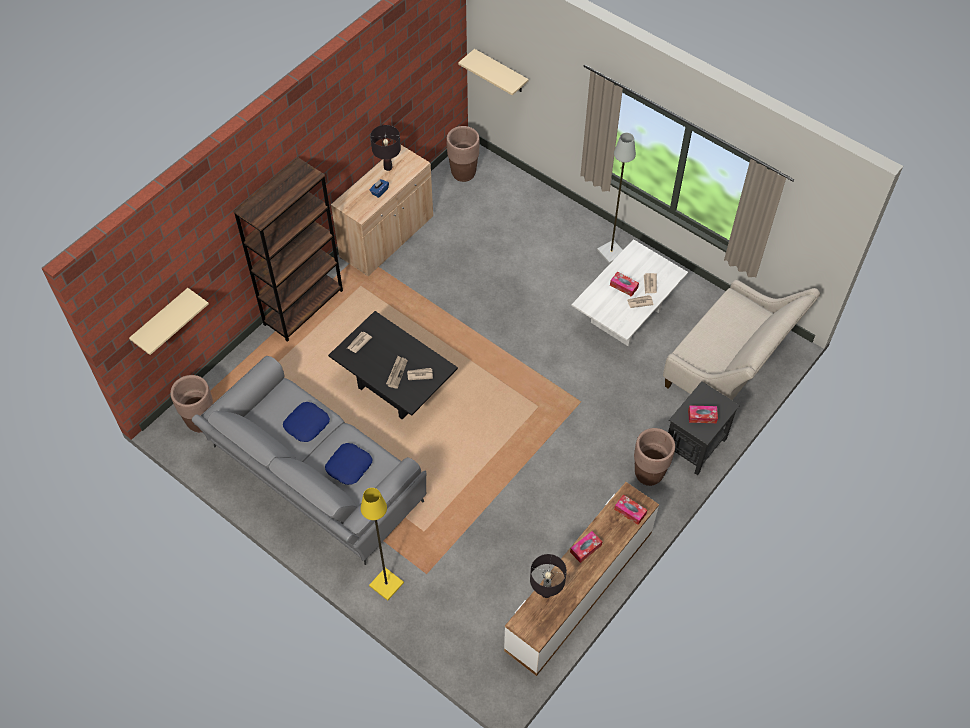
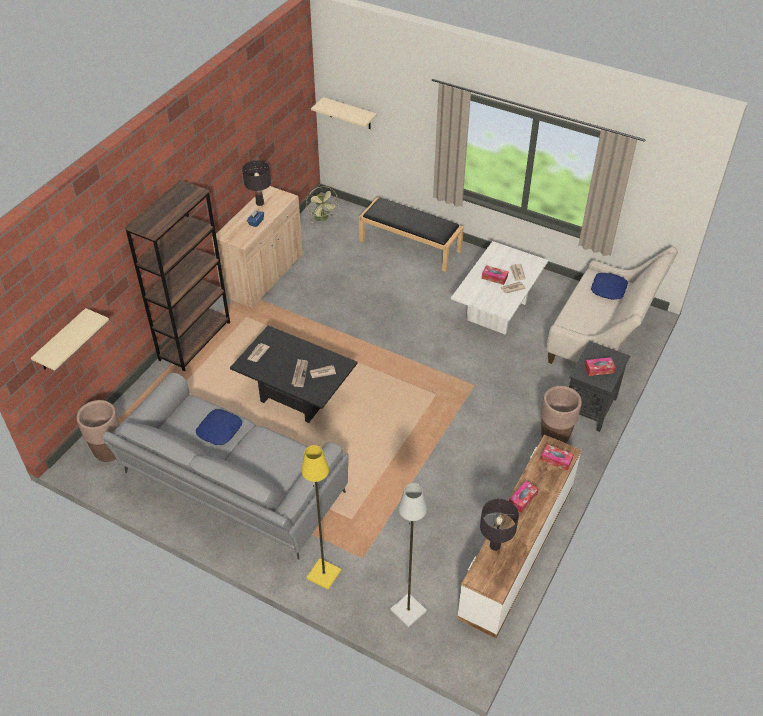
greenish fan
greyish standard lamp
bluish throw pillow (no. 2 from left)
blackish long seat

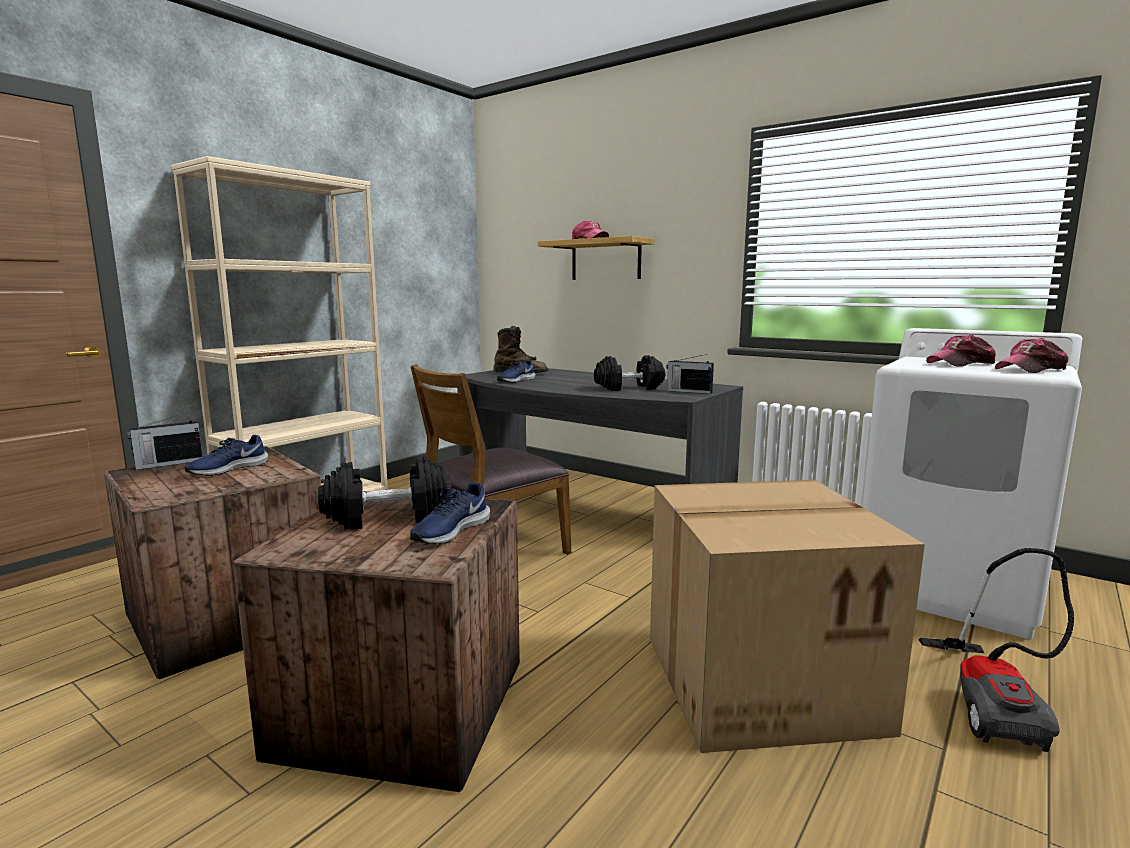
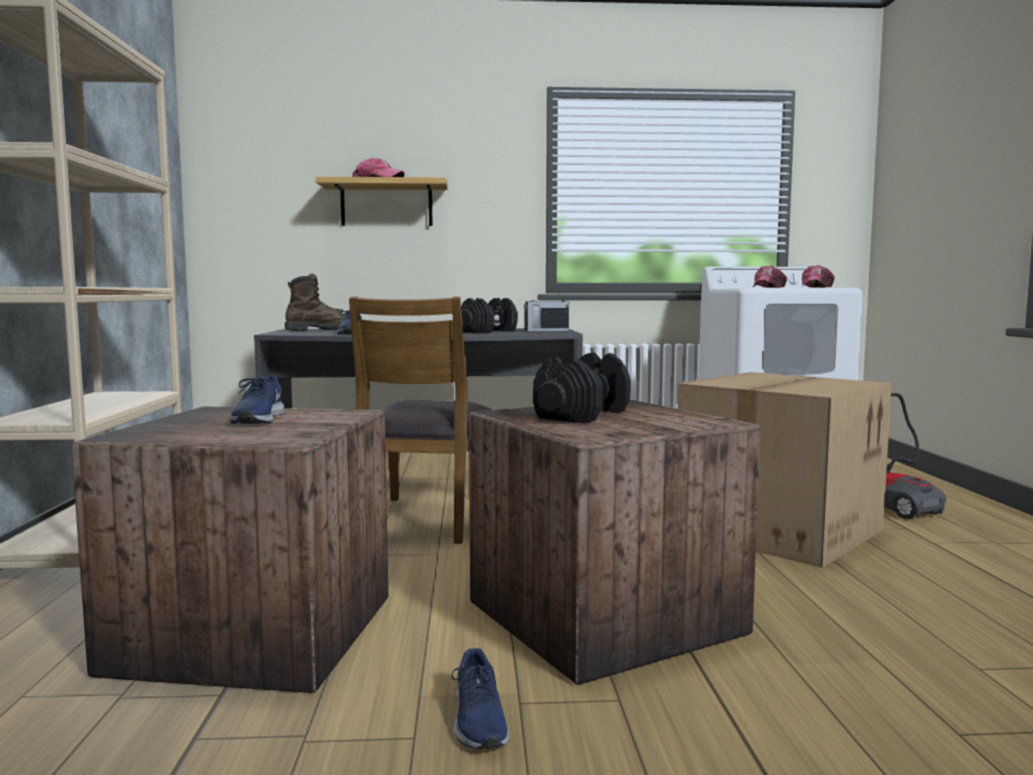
radio (no. 1 from left in the first image)
bluish shoe (no. 3 from left)

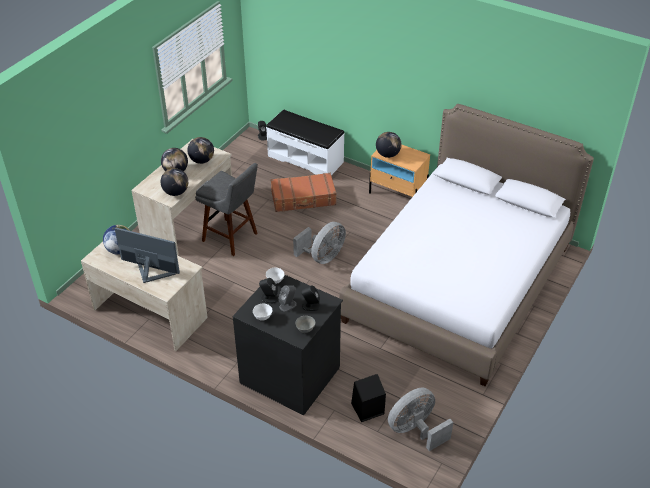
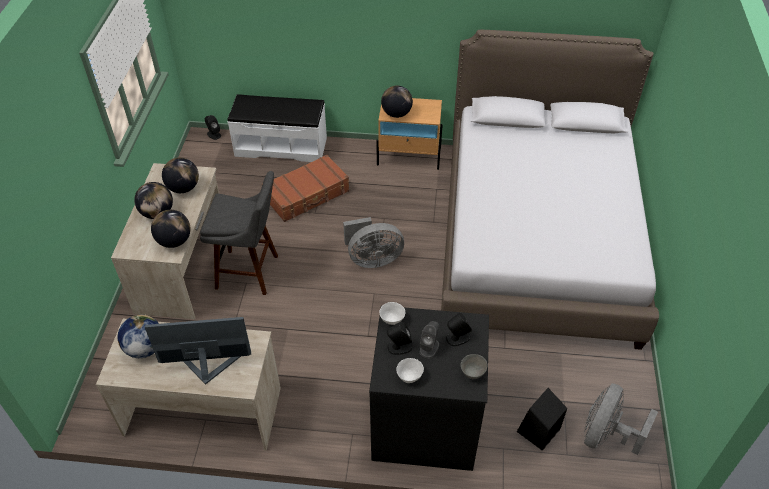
greyish fan (no. 1 from left)

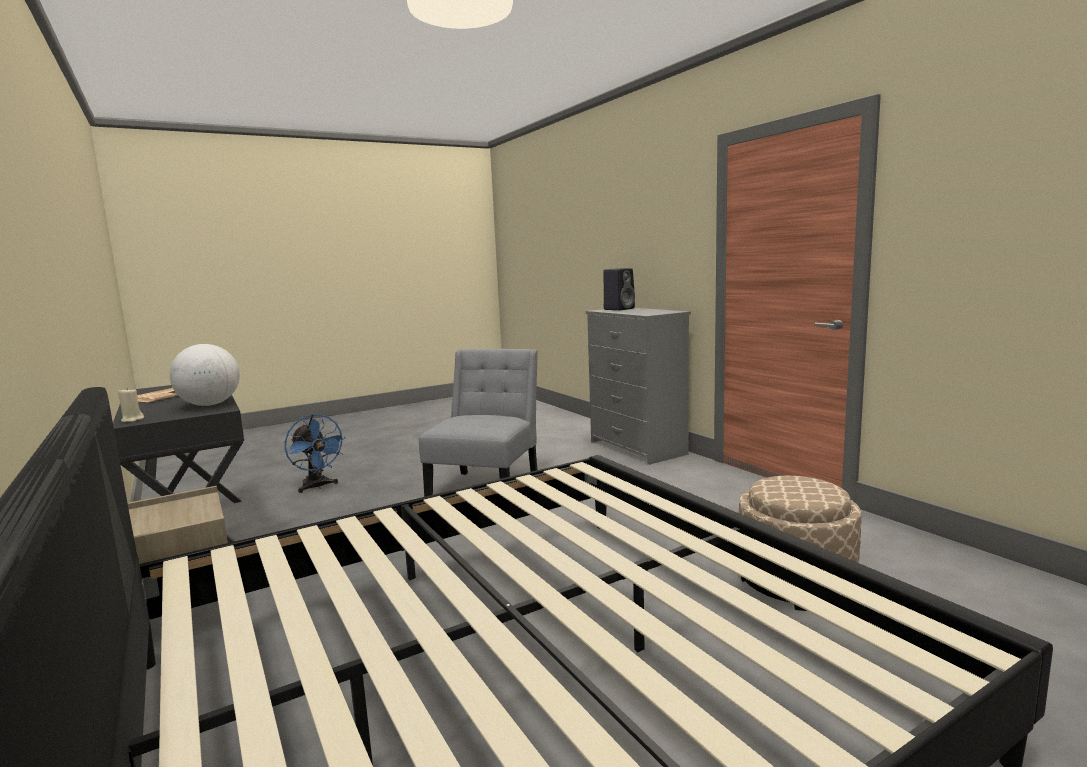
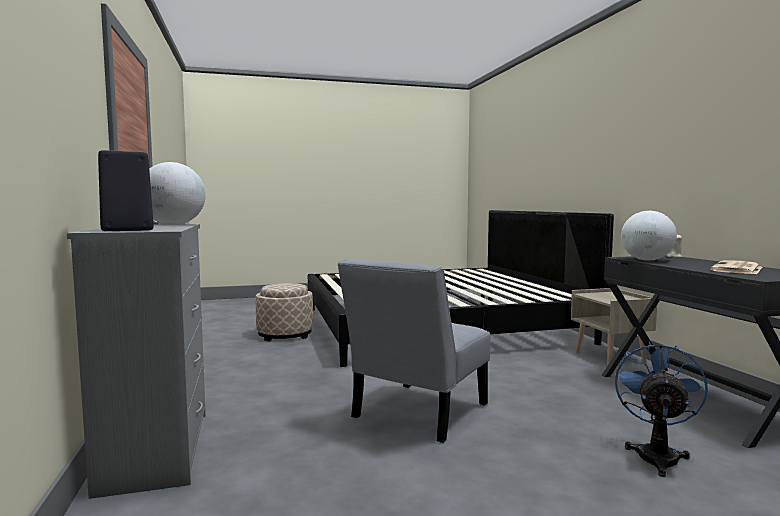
bluish fan
world globe (no. 1 from left)

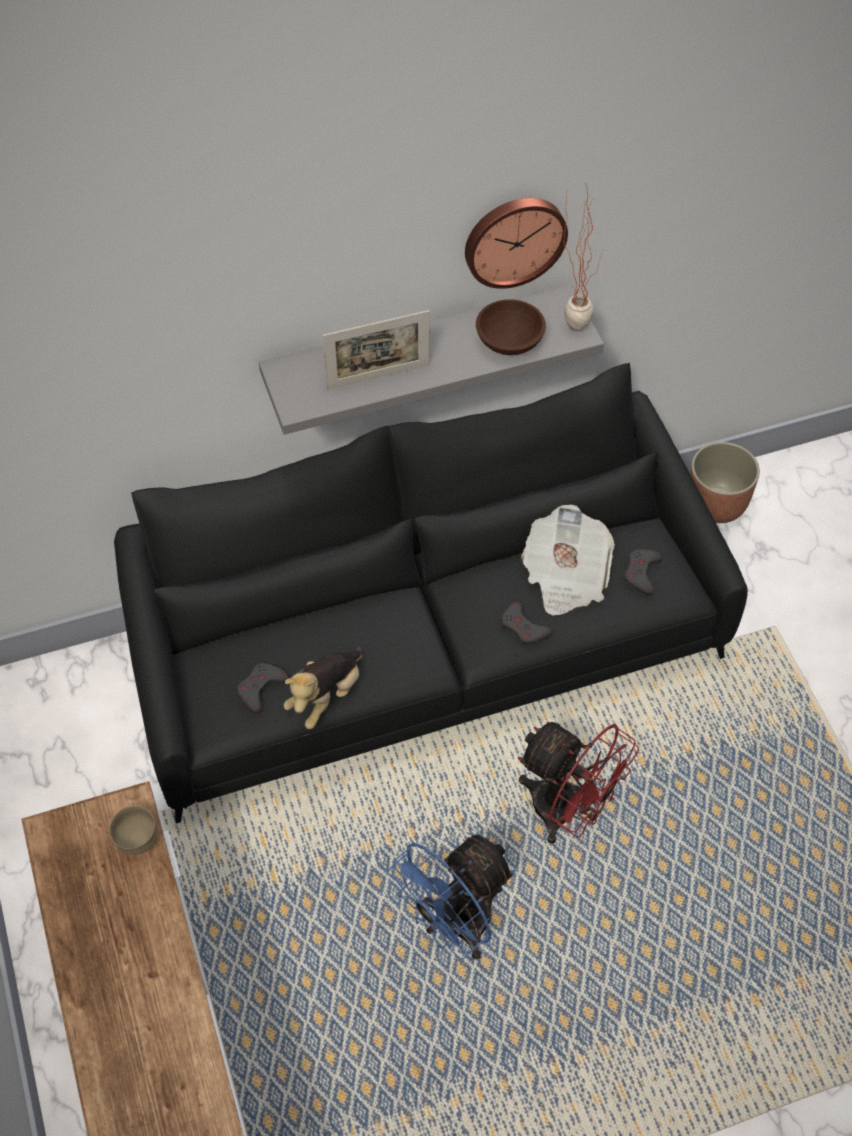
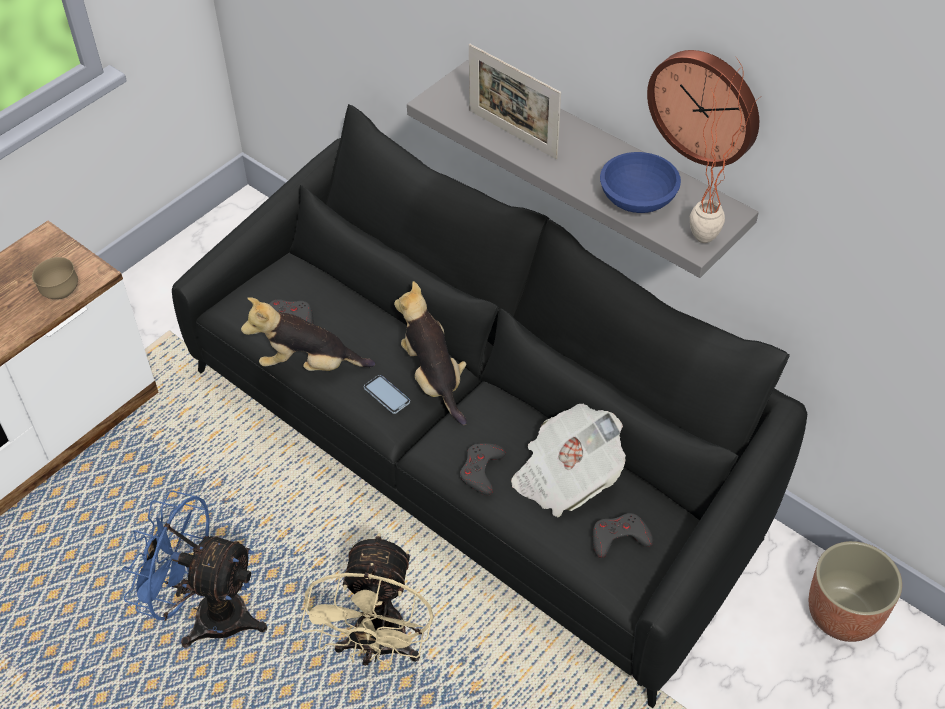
bluish bowl
sand-coloured fan
soft toy (no. 2 from left)
phone

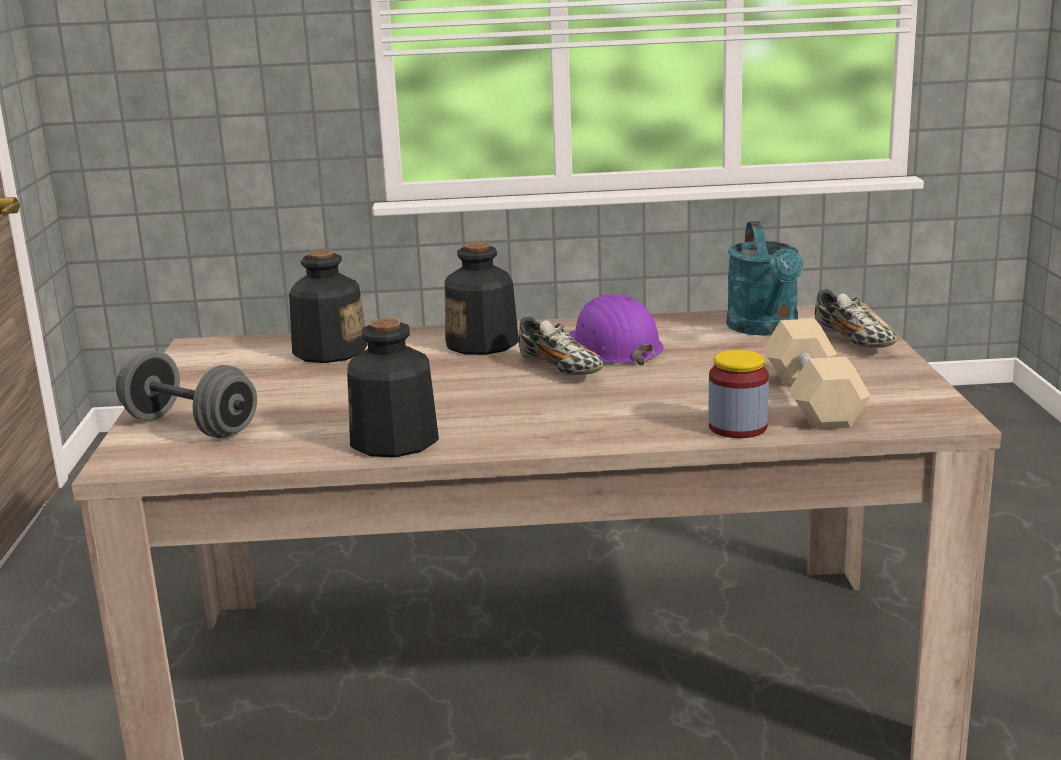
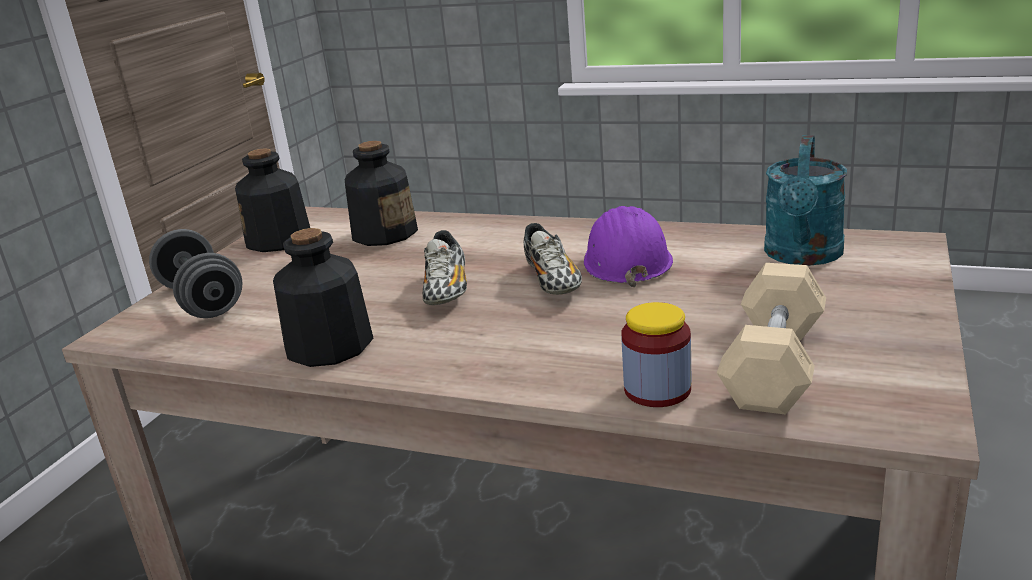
drink bottle (no. 1 from left)
shoe (no. 1 from left)

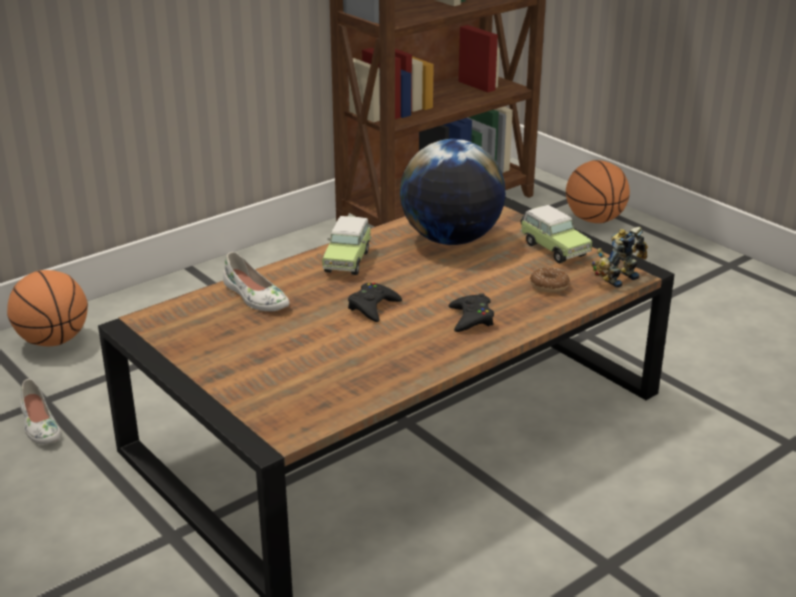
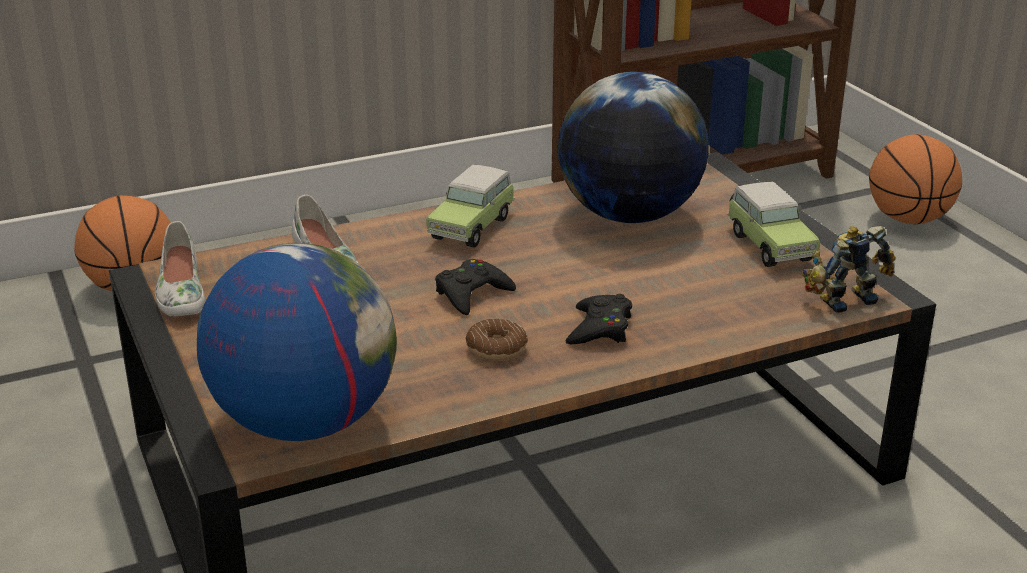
donut
white-coloured shoe (no. 1 from left)
world globe (no. 1 from left)

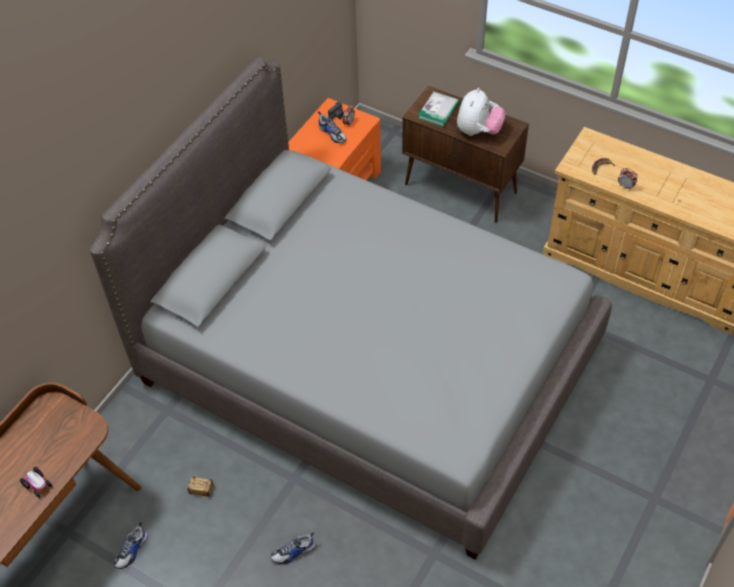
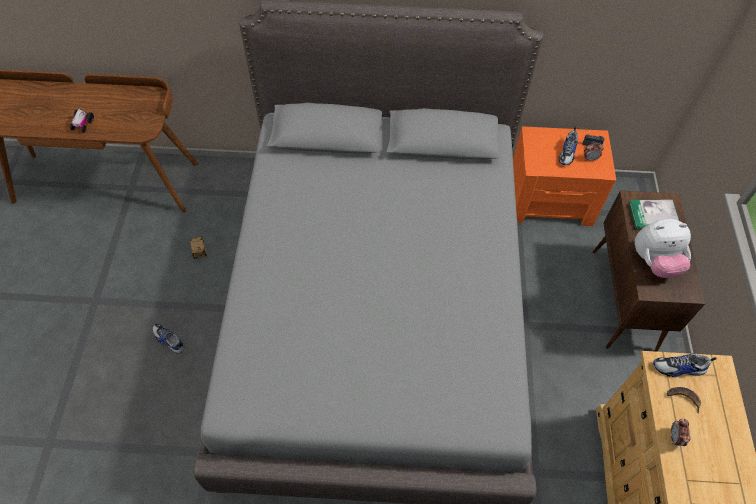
shoe (no. 3 from left)

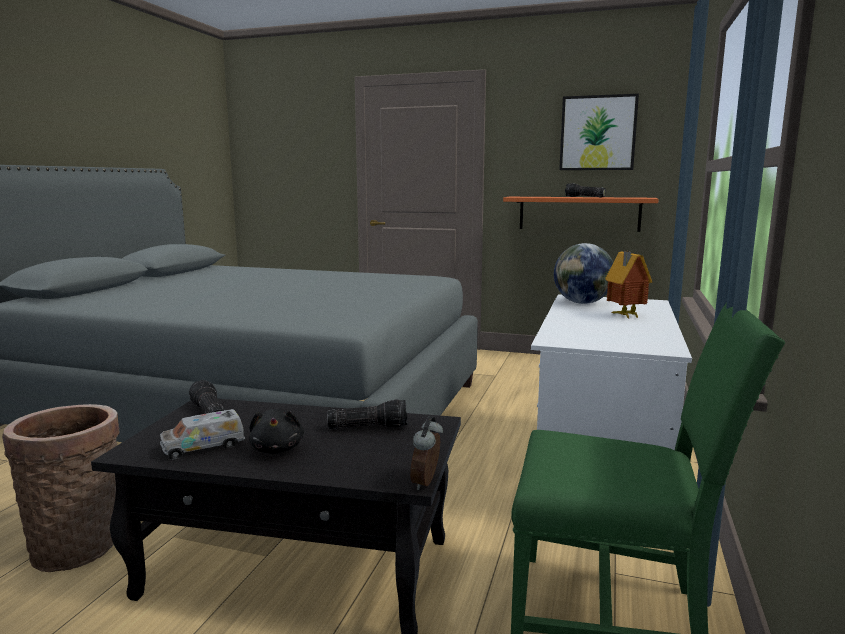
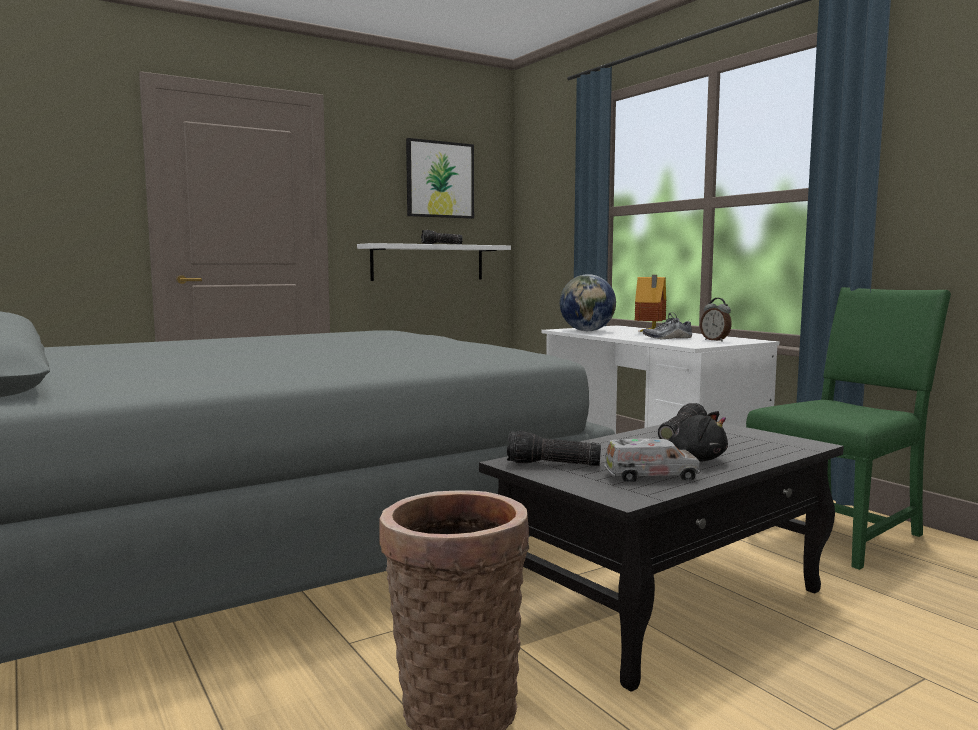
white-coloured bracket shelf
toy lorry
table clock
shoe

